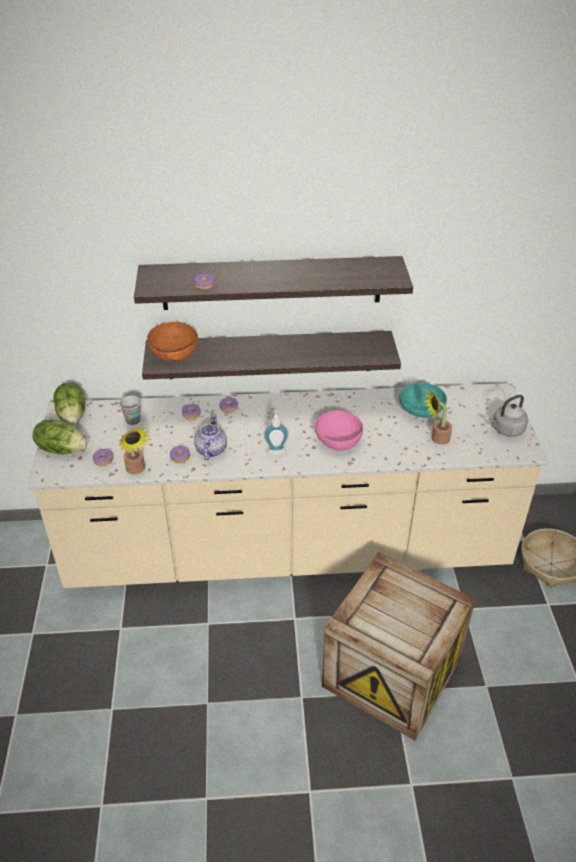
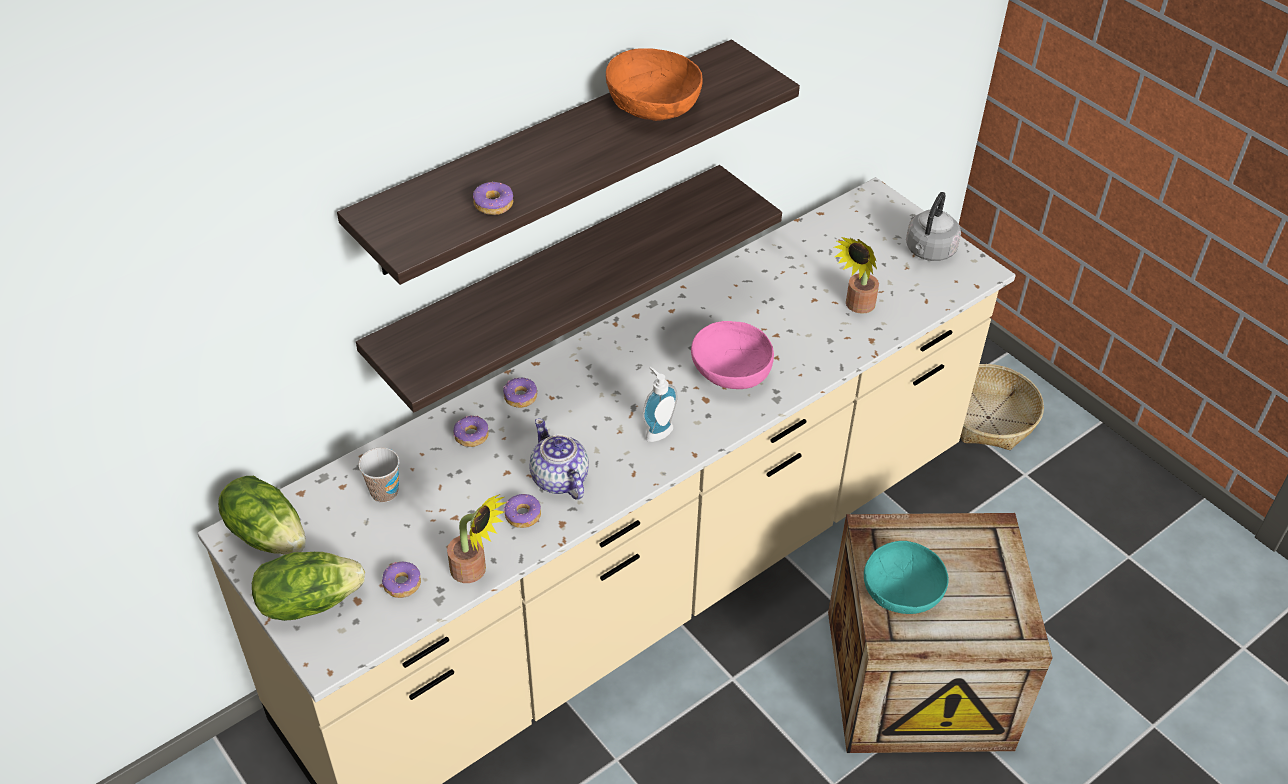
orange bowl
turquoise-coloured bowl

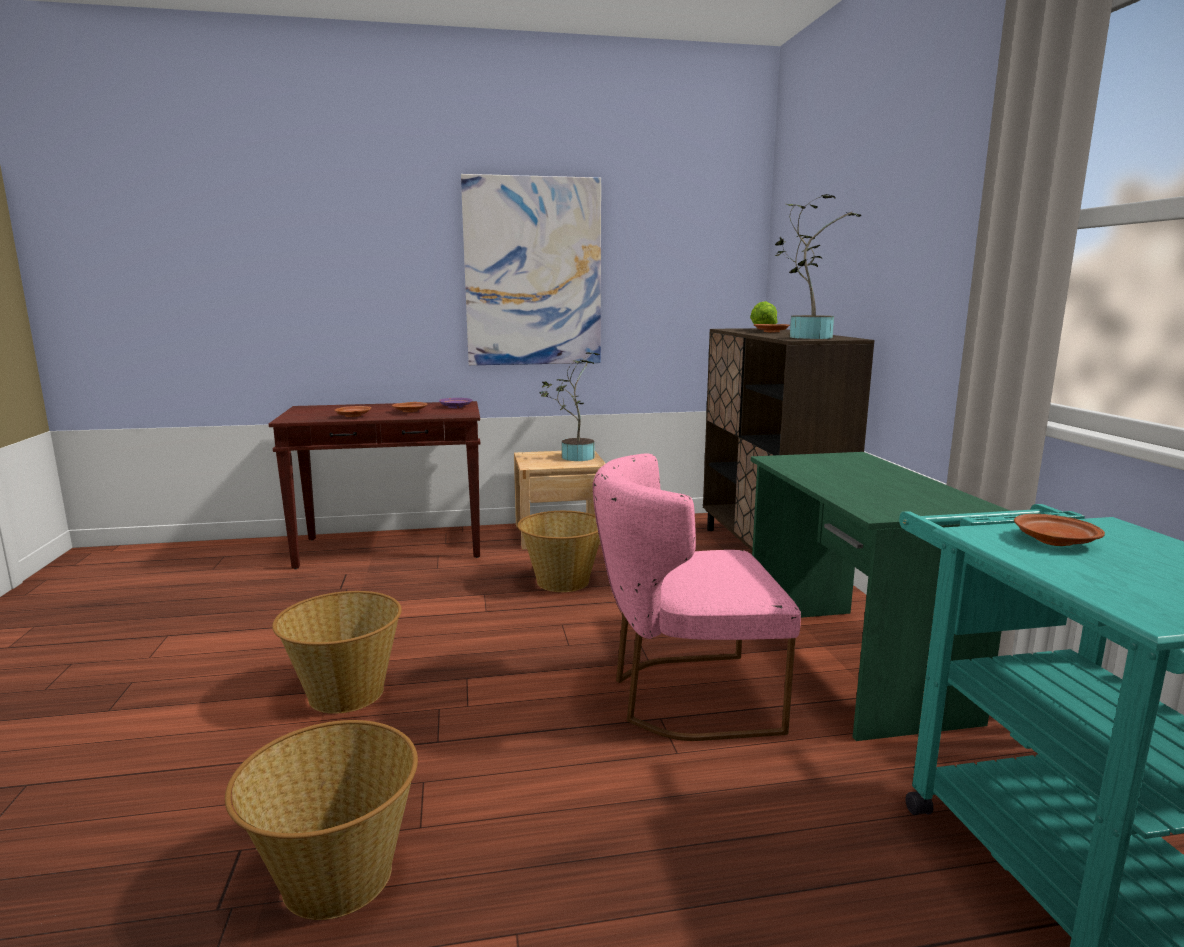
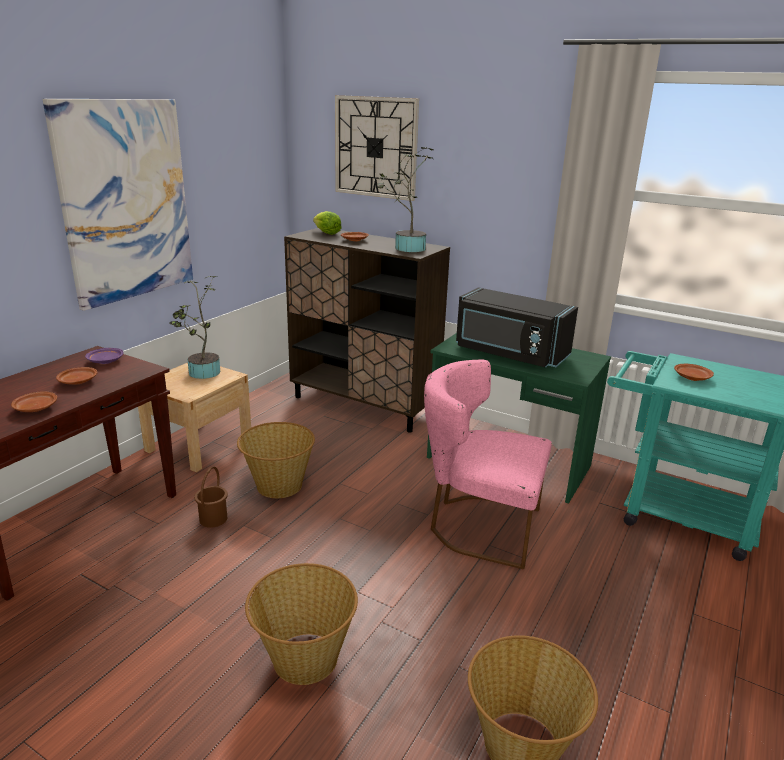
pink chair
hanging clock
blackish kitchen microwave
brownish bucket

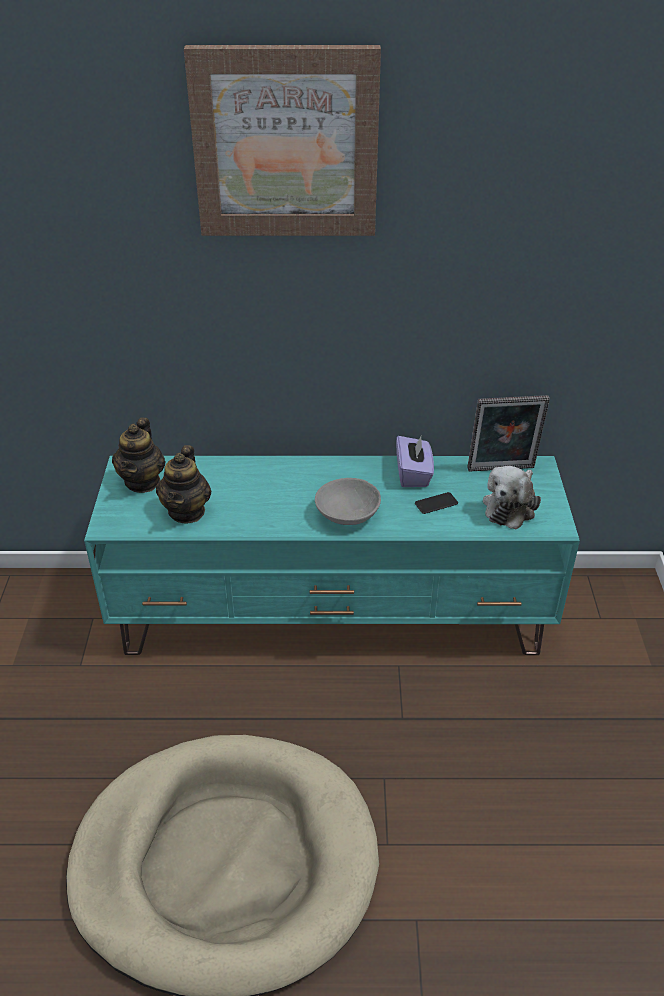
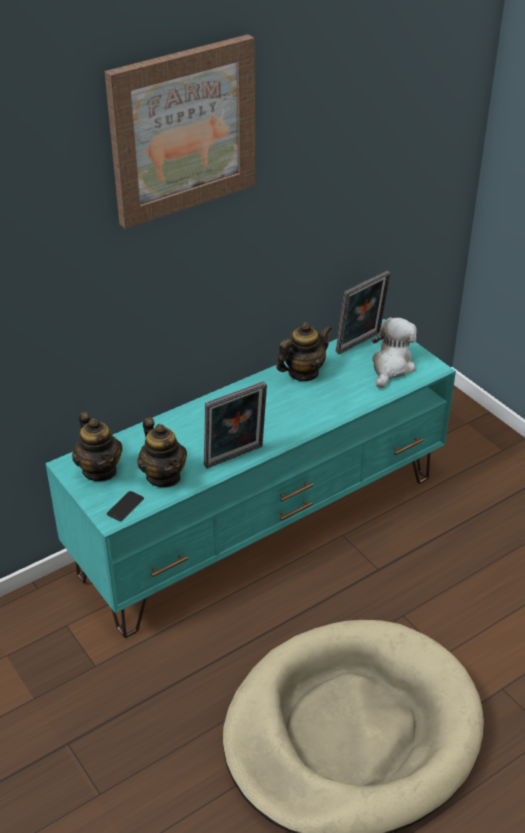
teapot (no. 3 from left)
soft toy
greyish bowl
phone
photo frame (no. 1 from left)

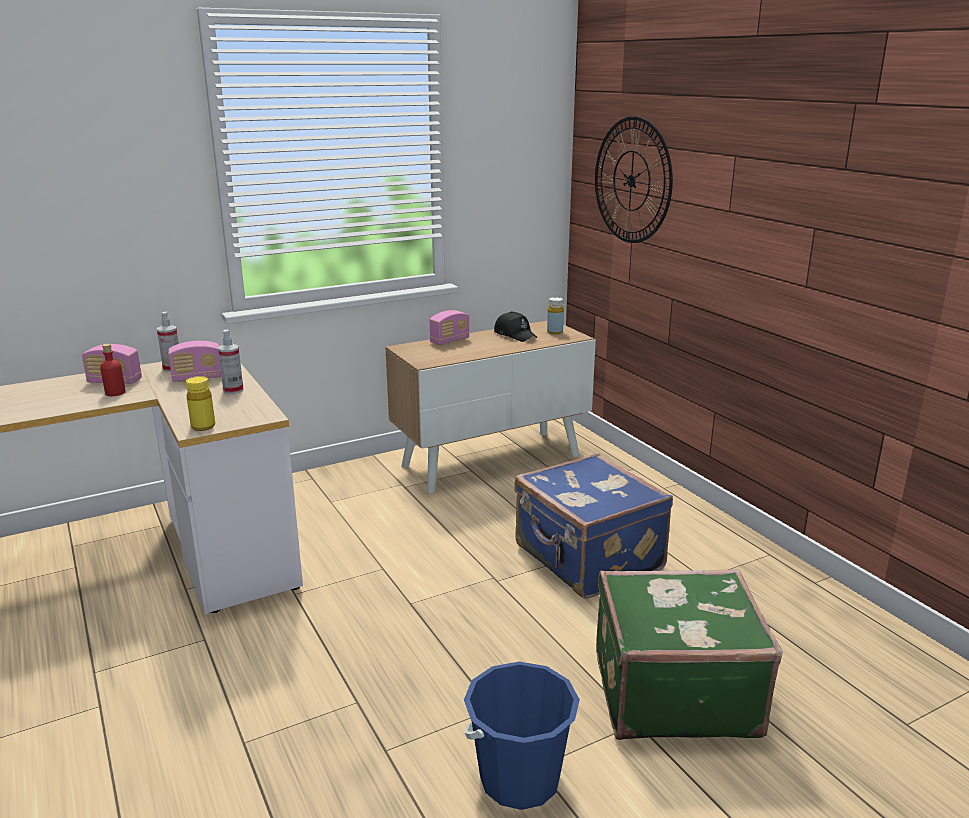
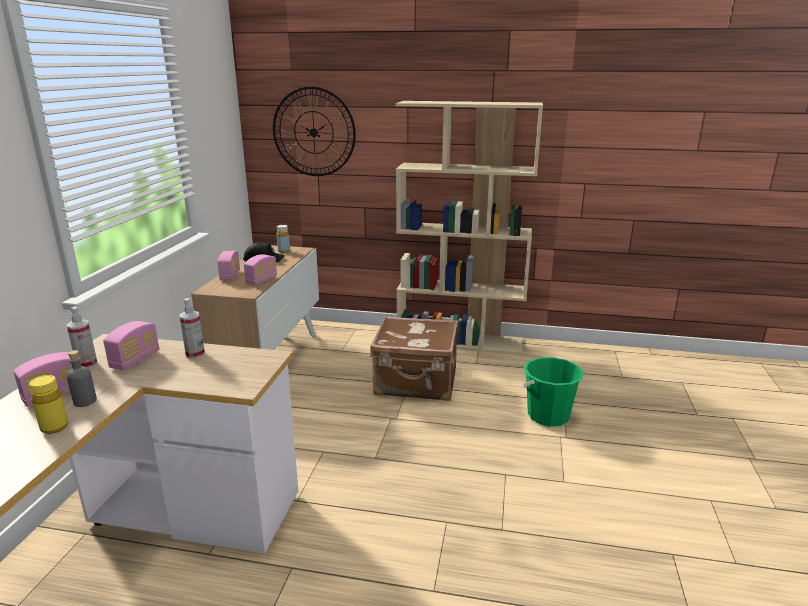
greyish drink bottle
yellow drink bottle (no. 1 from left)
brownish travel case
greenish bucket
bluish bucket
sand-coloured shelving unit
radio (no. 4 from left)

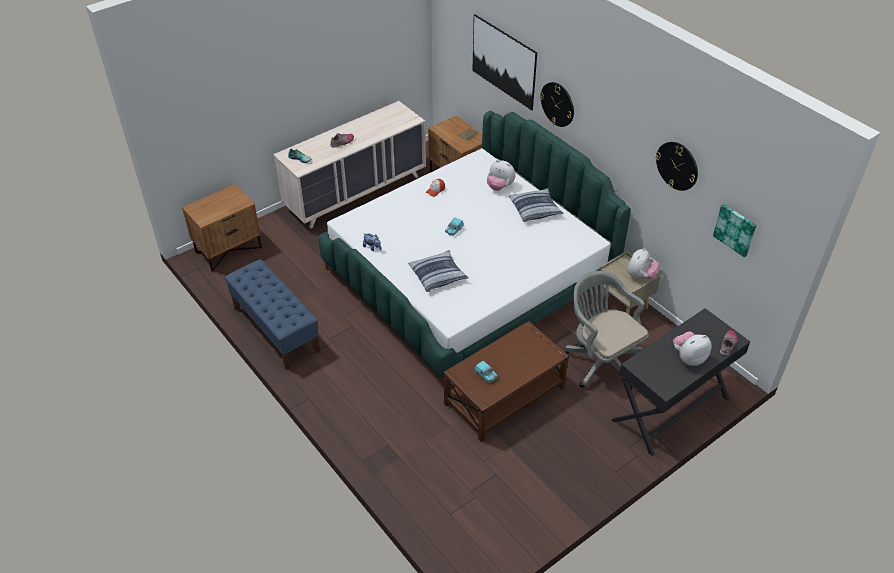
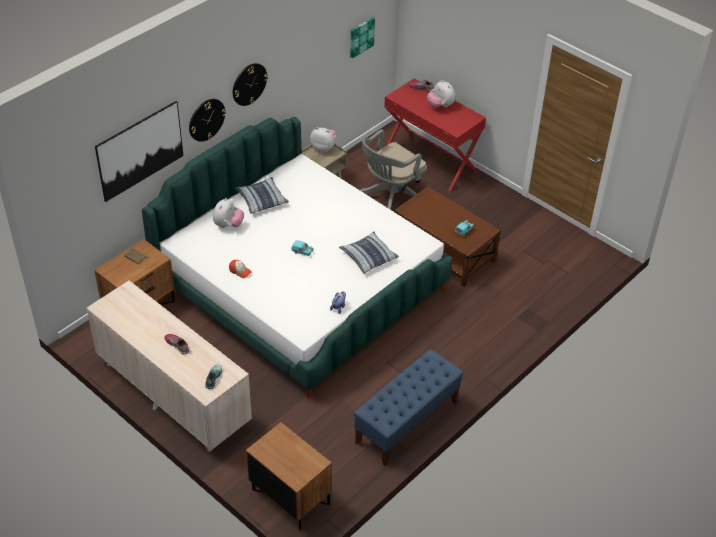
hanging clock (no. 2 from left)
reddish desk

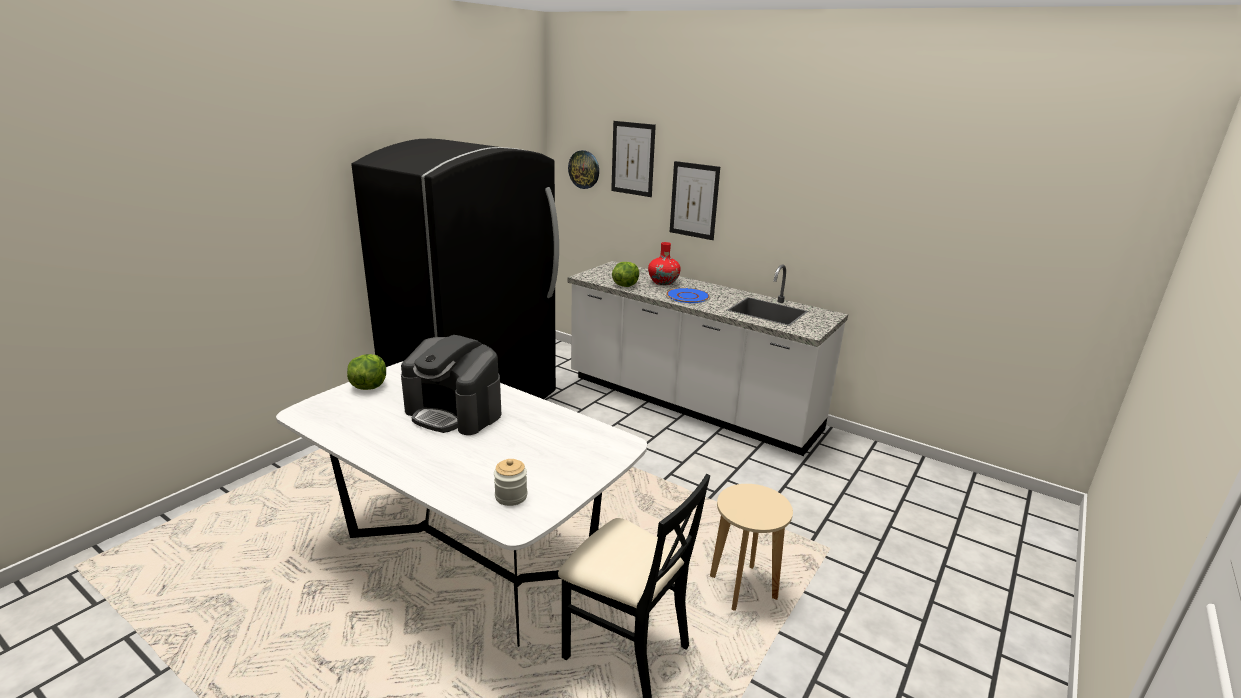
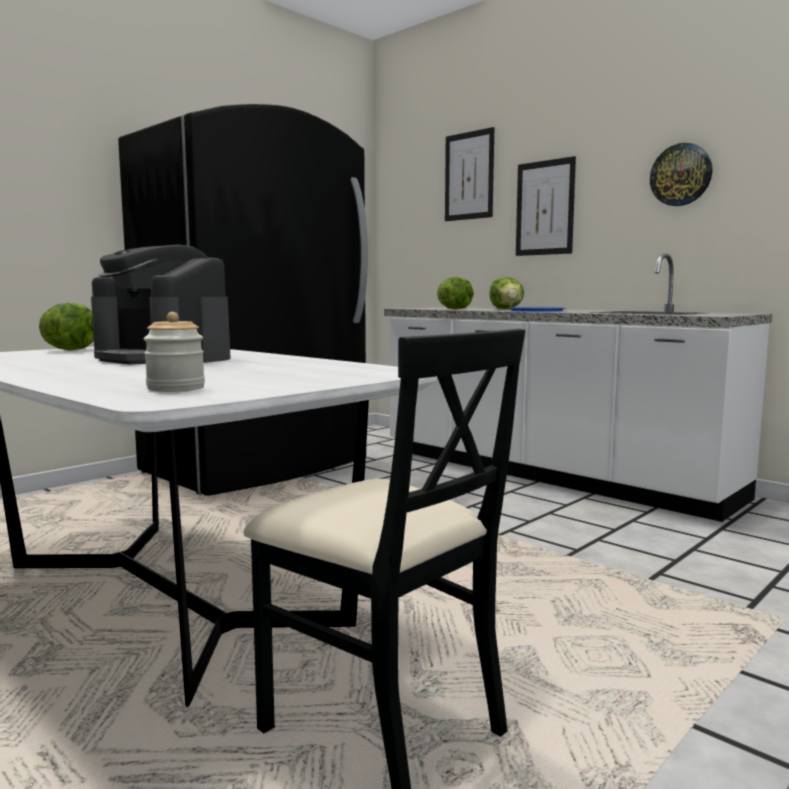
hanging clock
head of lettuce (no. 3 from left)
sand-coloured sitting stool

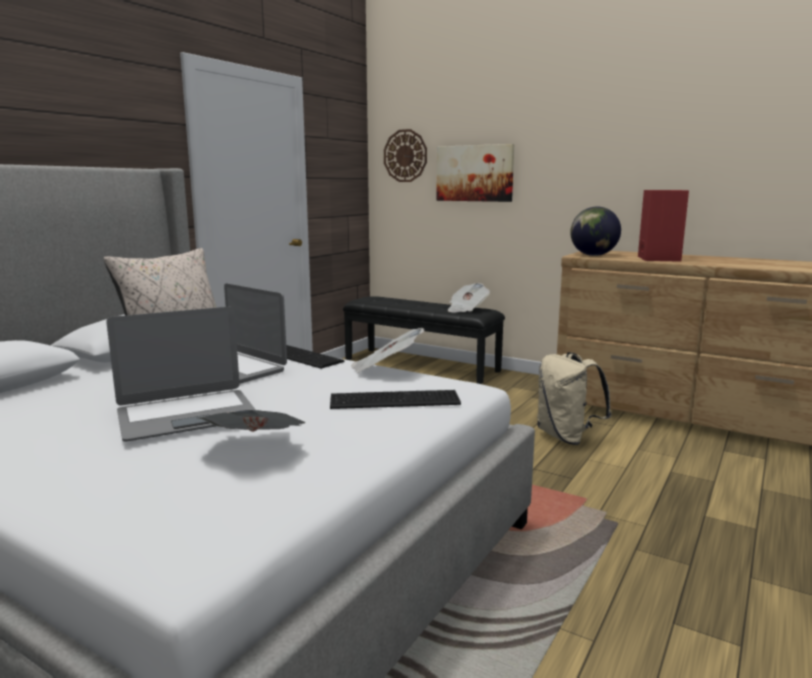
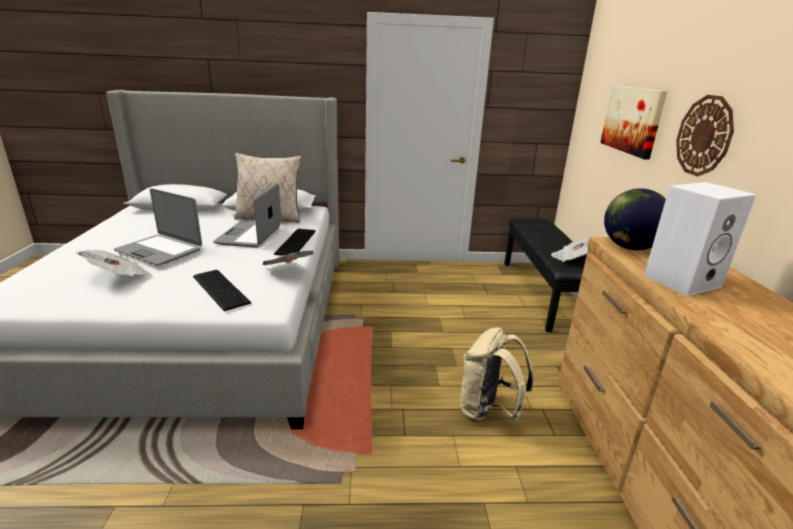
hanging clock
white-coloured speaker

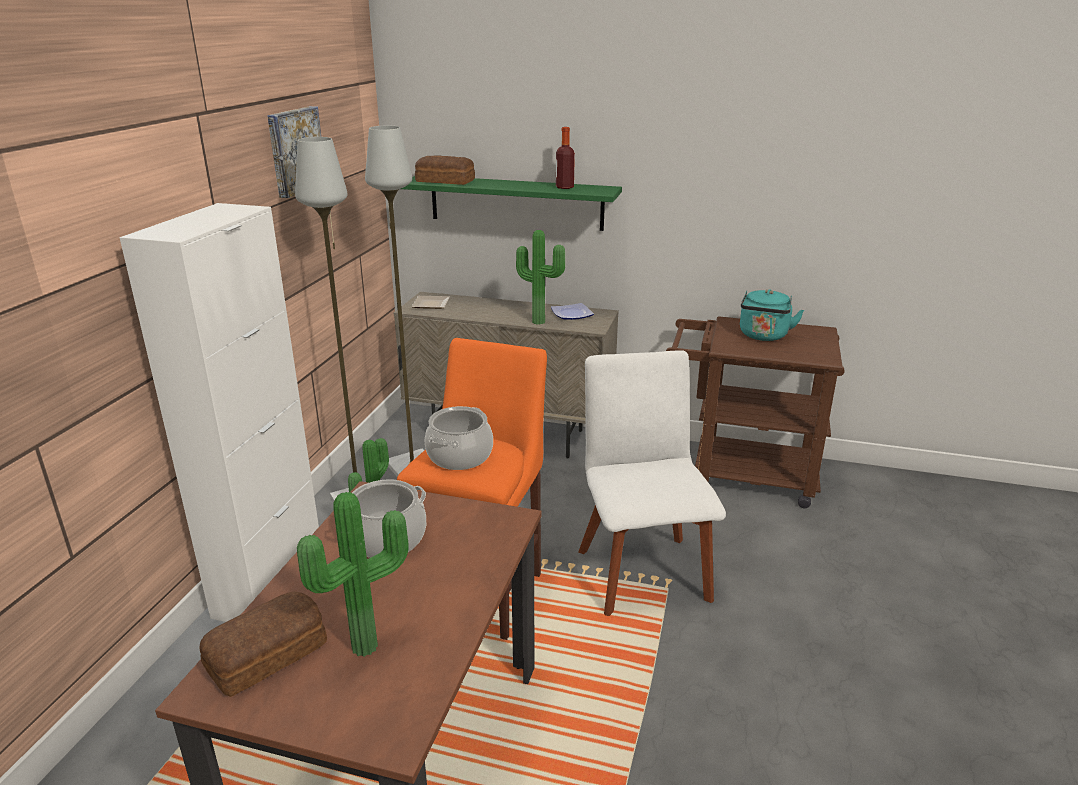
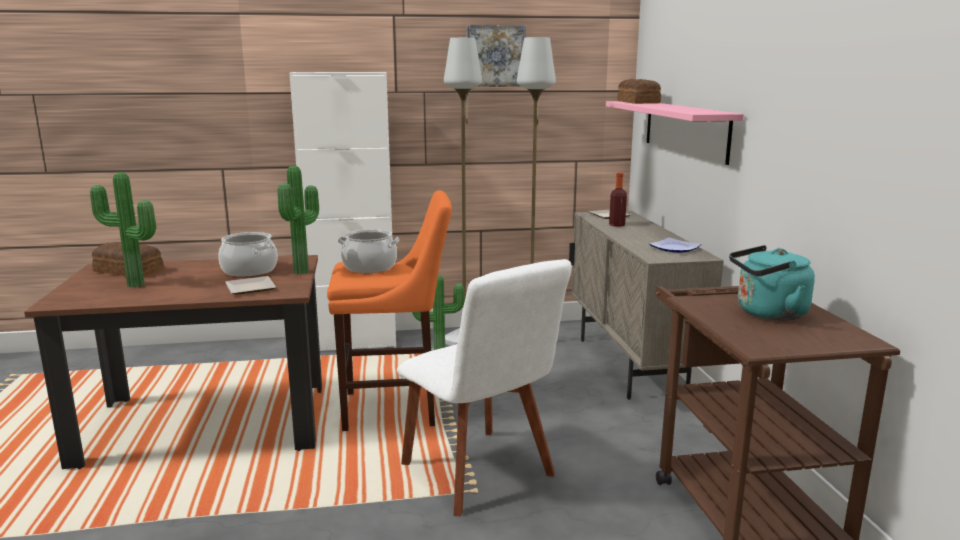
drink bottle
pink bracket shelf
houseplant (no. 2 from left)
white-coloured chair
dinner plate (no. 1 from left)

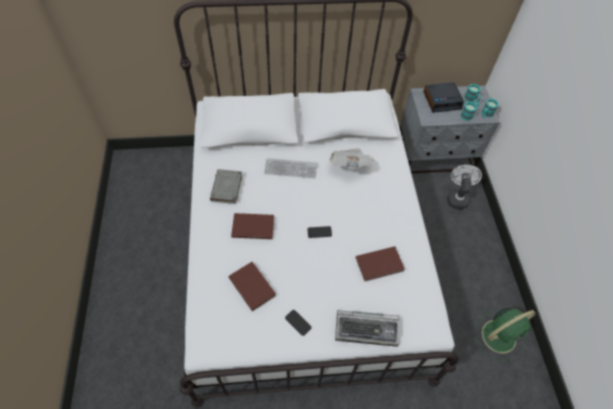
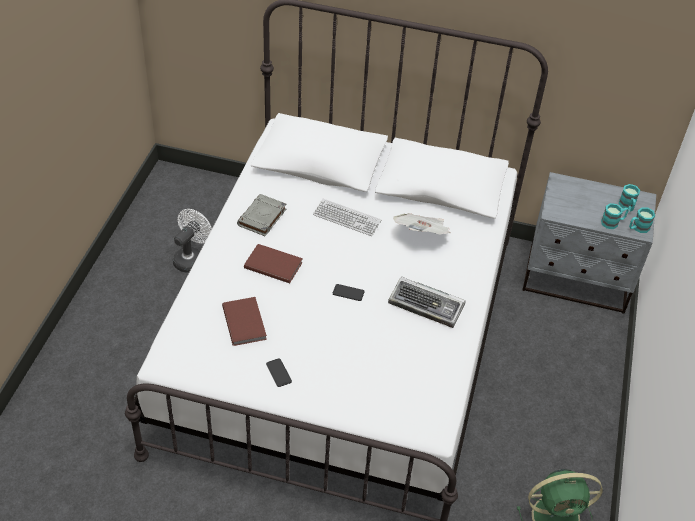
table clock
white-coloured fan
brownish bound book (no. 3 from left in the first image)
computer keyboard (no. 2 from left)

